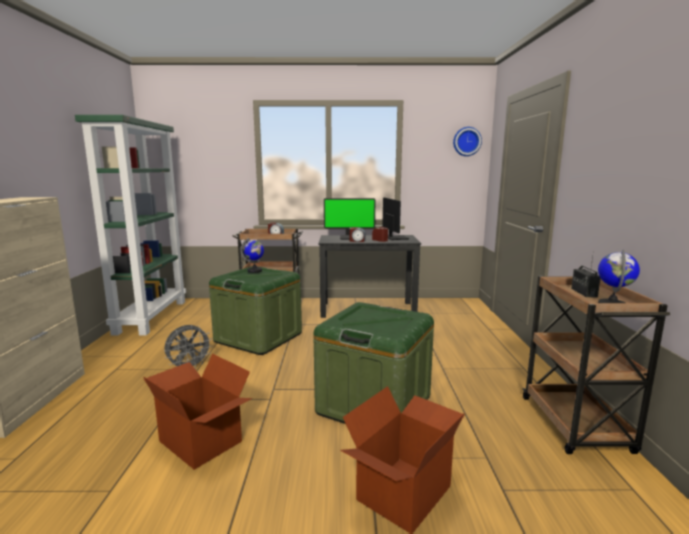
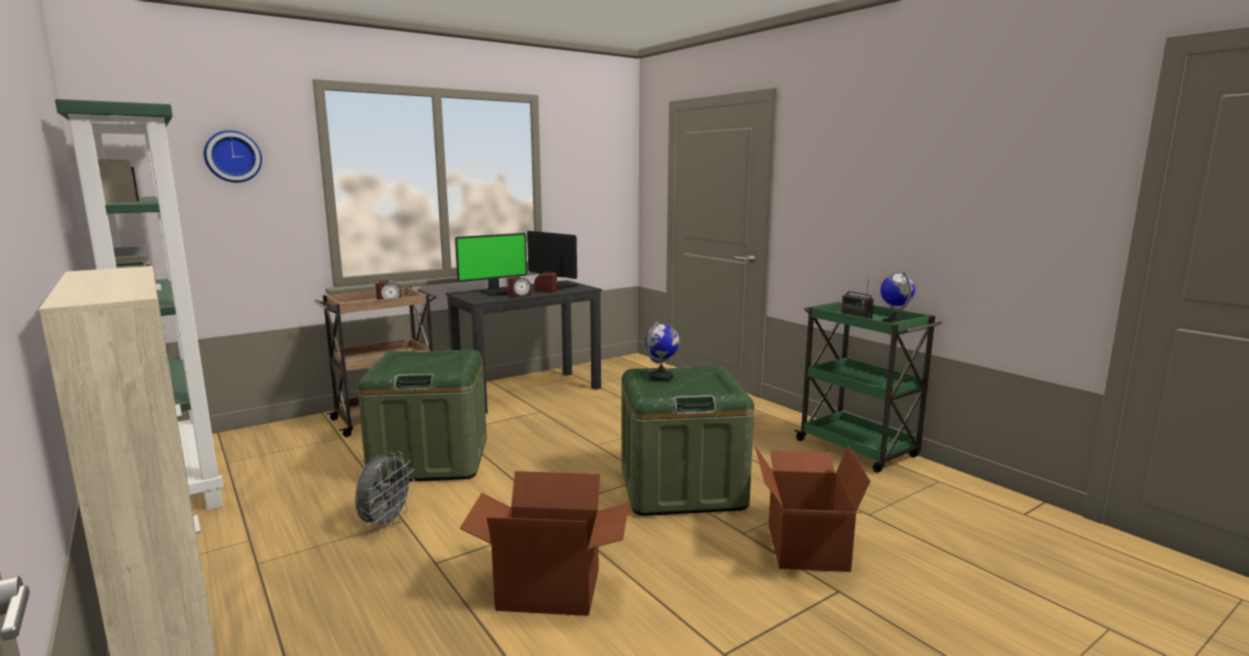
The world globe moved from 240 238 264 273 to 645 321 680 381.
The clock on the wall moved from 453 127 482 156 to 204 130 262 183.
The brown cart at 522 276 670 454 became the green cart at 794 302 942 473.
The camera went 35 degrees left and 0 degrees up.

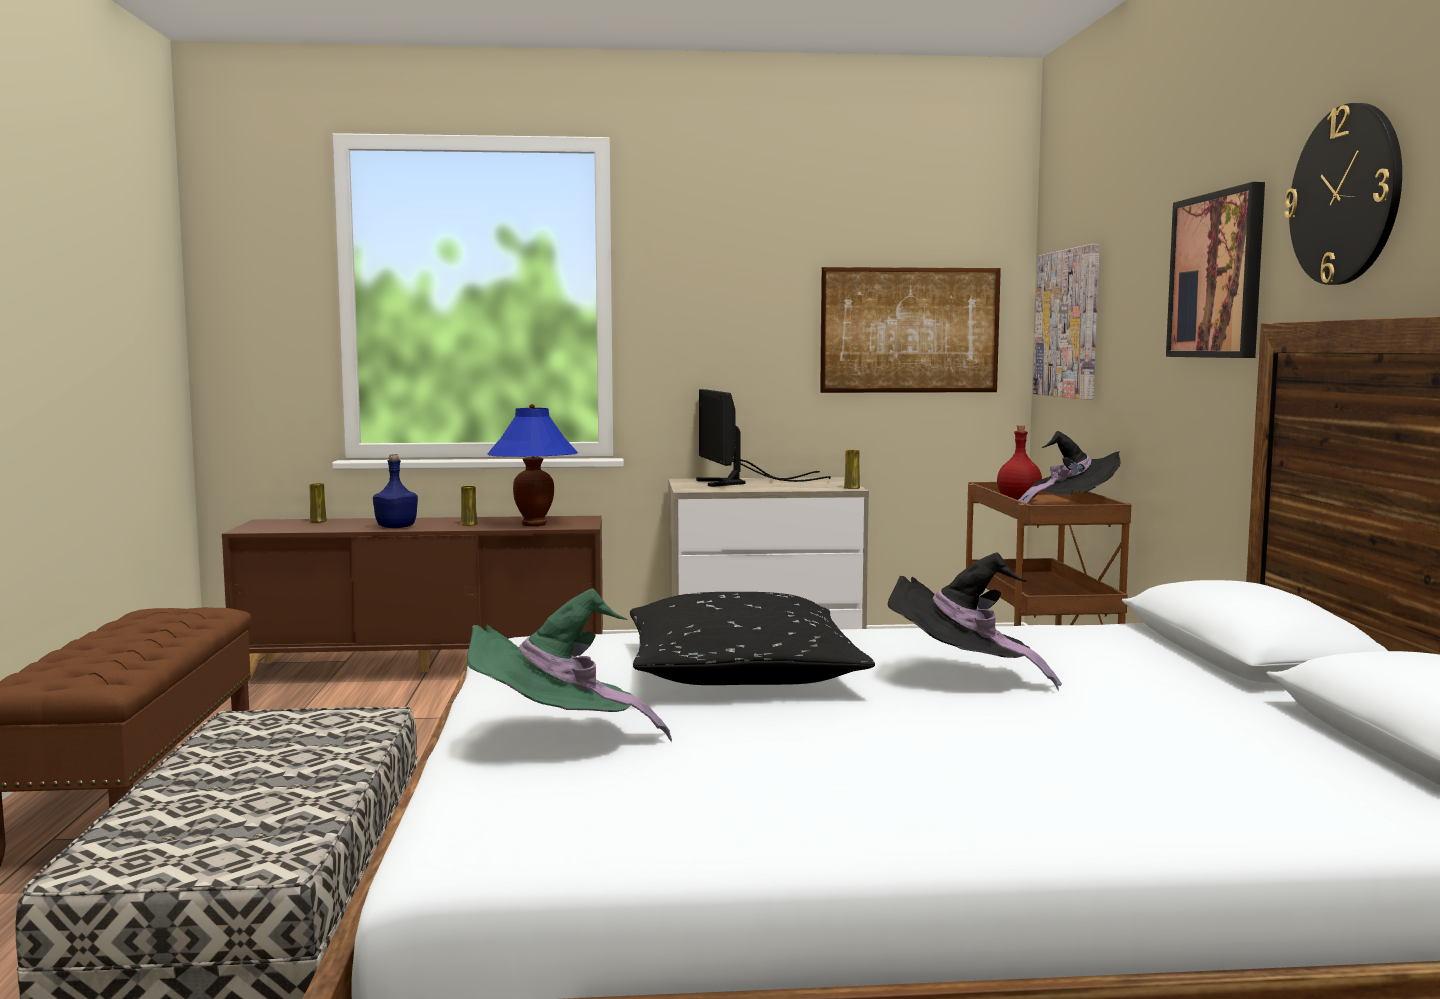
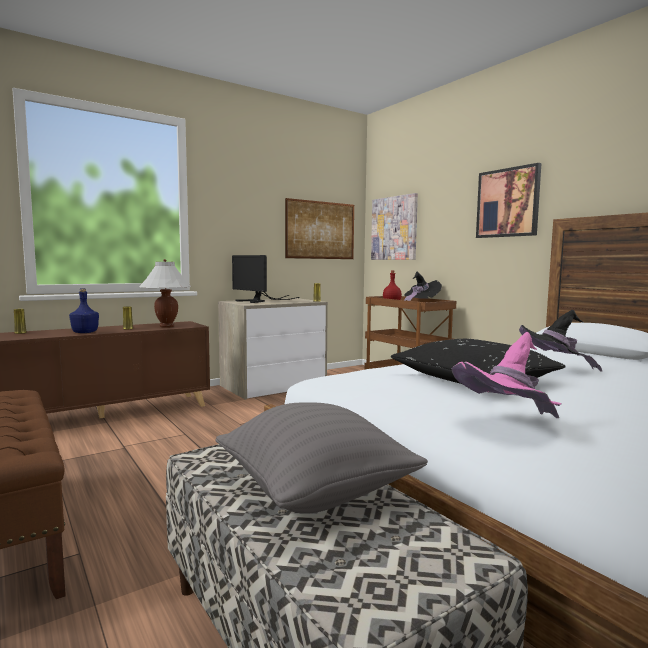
The clock on the wall at 1284 103 1402 285 disappeared.
The gray throw pillow at 216 402 428 514 appeared.
The green wearable hat at 467 588 672 742 became the pinkish wearable hat at 452 332 562 418.
The blue-coloured lamp for a table at 487 404 578 526 became the whitish lamp for a table at 139 259 192 328.
The camera went 30 degrees left and 0 degrees up.

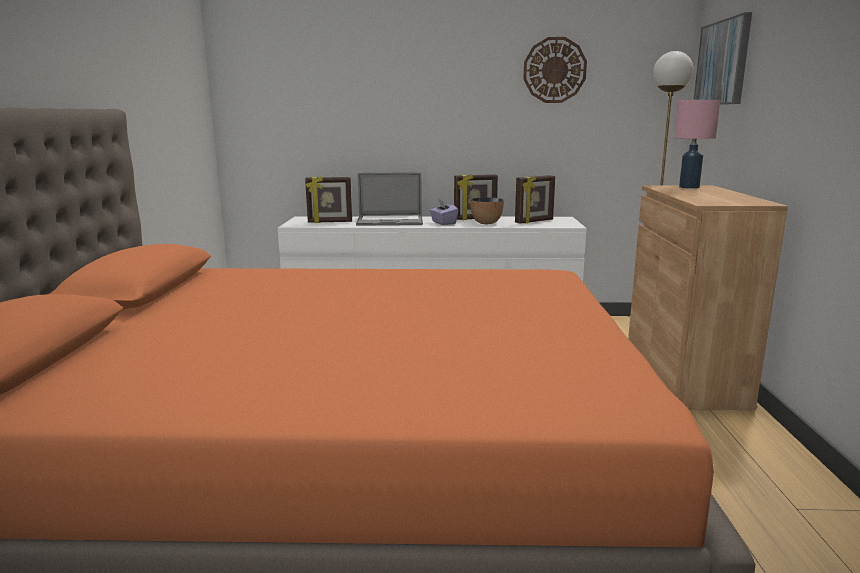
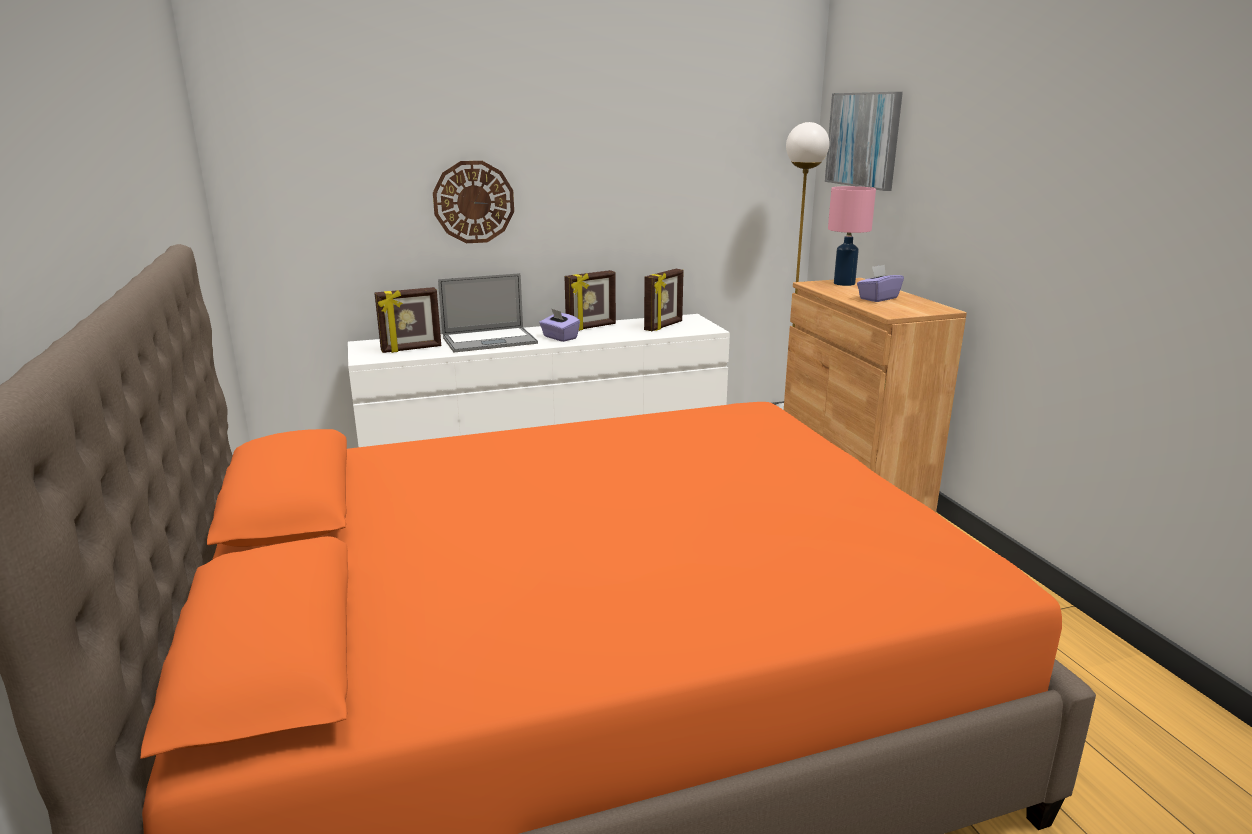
The deep dish at 470 198 504 224 disappeared.
The purple tissue box at 857 265 904 302 appeared.
The clock on the wall moved from 523 37 587 103 to 433 161 514 243.
The camera went 20 degrees left and 5 degrees up.

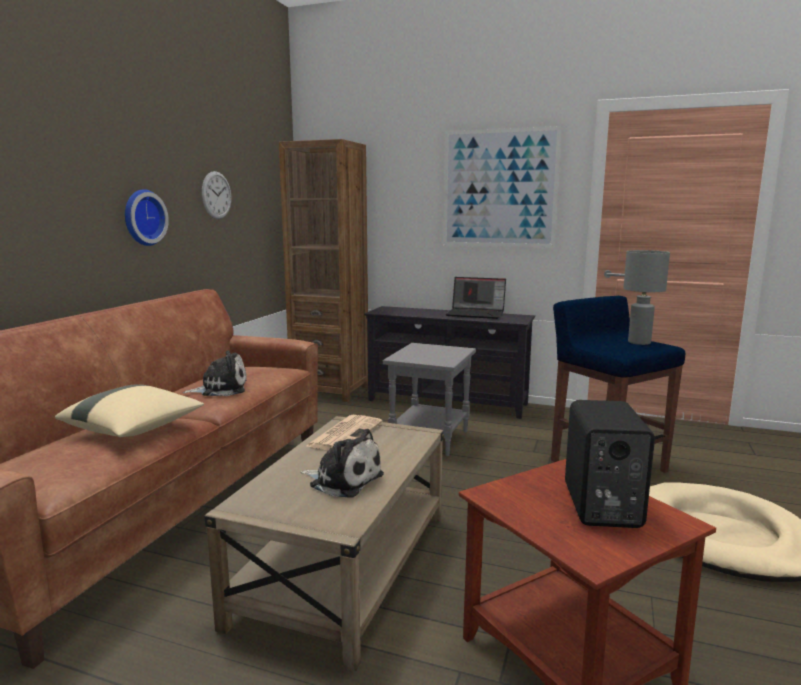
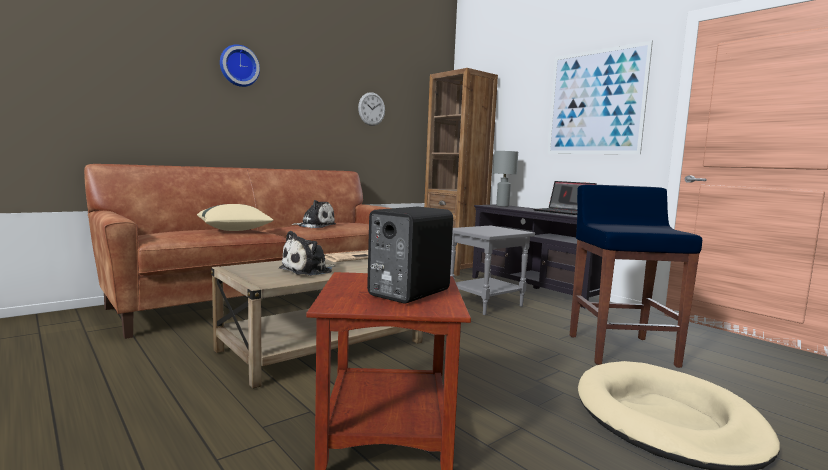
The clock on the wall moved from 125 189 169 246 to 220 44 260 87.
The gray lamp for a table moved from 623 250 670 345 to 493 151 518 207.
The cuddly toy at 301 429 384 498 turned 75 degrees clockwise.
The camera went 30 degrees right and 5 degrees down.

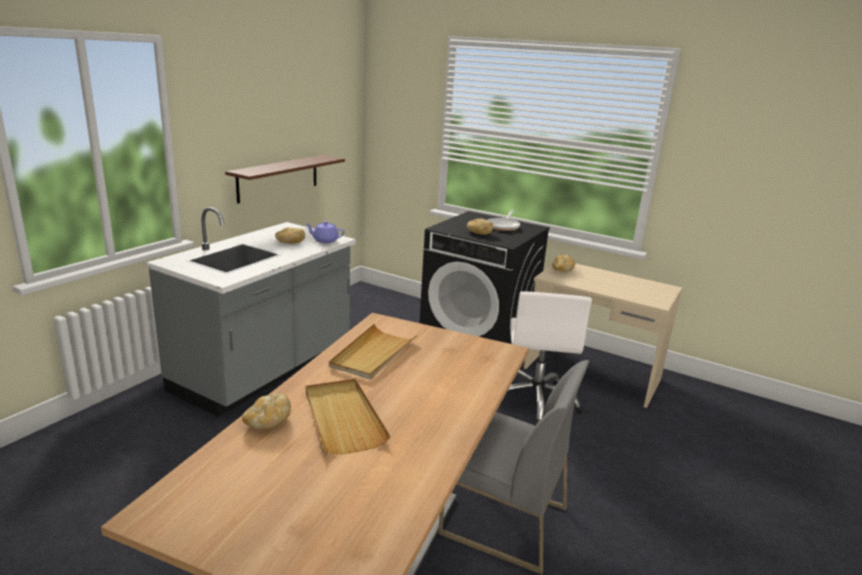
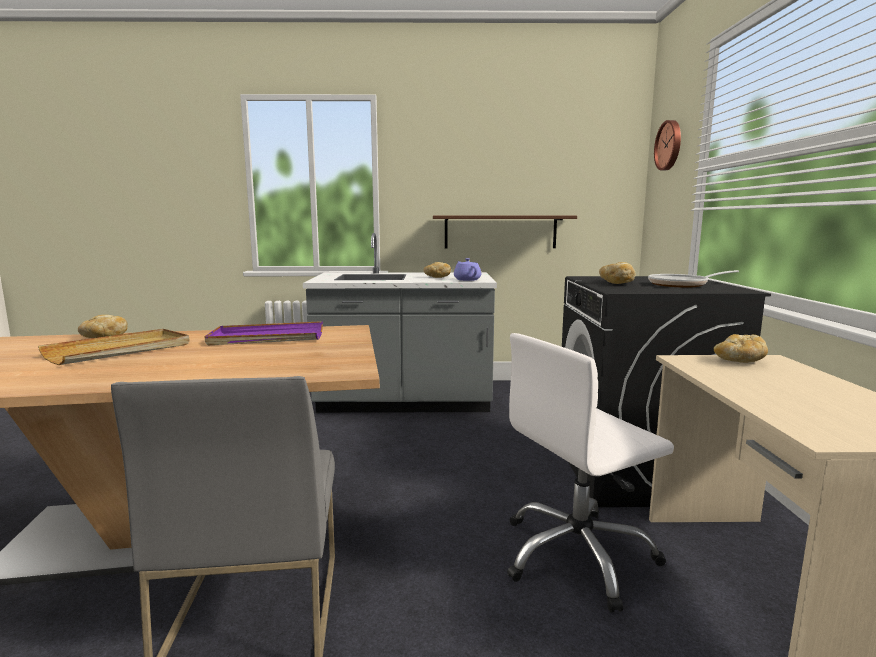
The clock on the wall at 654 120 681 170 appeared.
The sand-coloured tray at 329 323 417 380 became the purple tray at 204 321 323 345.
The camera went 60 degrees right and 10 degrees down.

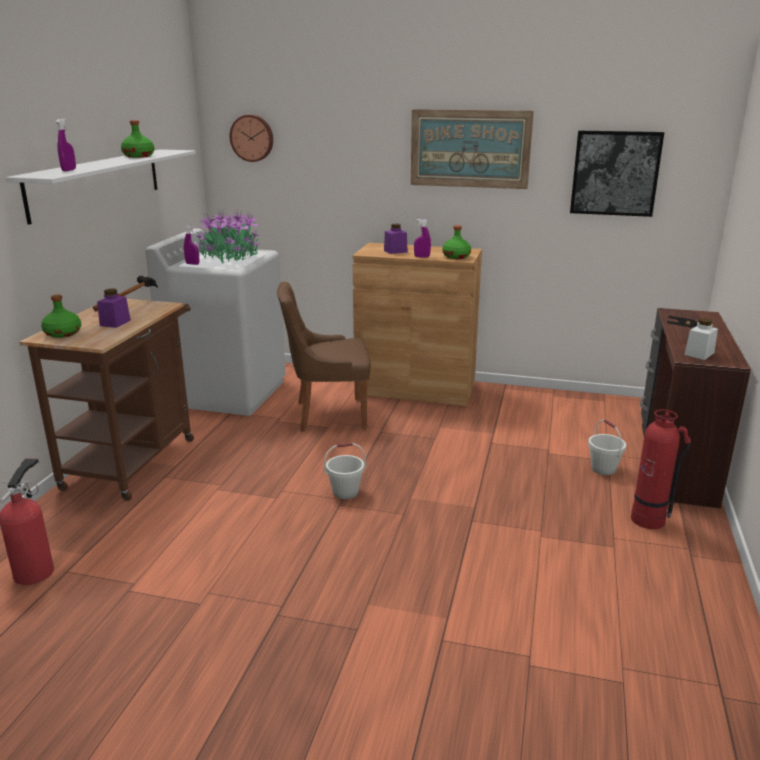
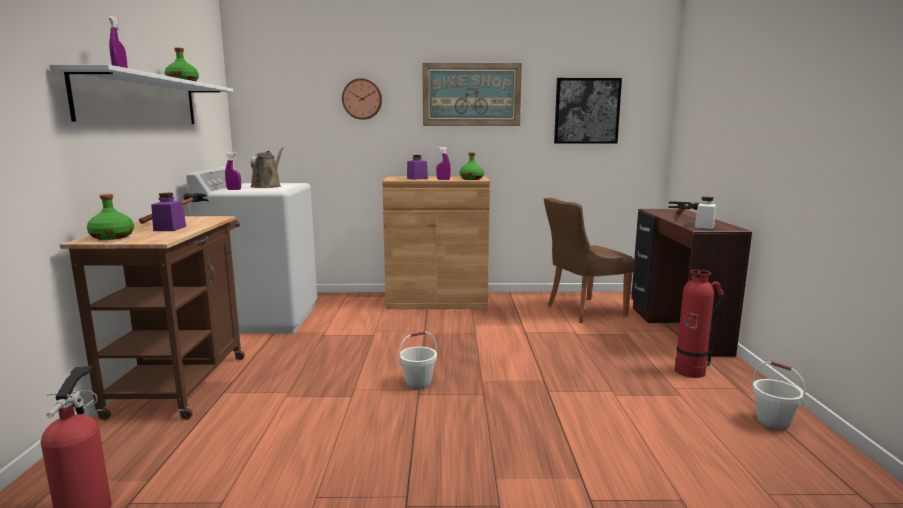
The clock on the wall moved from 230 114 273 162 to 342 78 382 120.
The brown chair moved from 277 282 371 432 to 544 198 635 323.
The whitish water bucket moved from 588 419 626 475 to 752 361 806 430.
The potted plant at 194 209 259 263 was replaced by the brown watering pot at 250 147 284 188.
The camera went 15 degrees left and 10 degrees down.

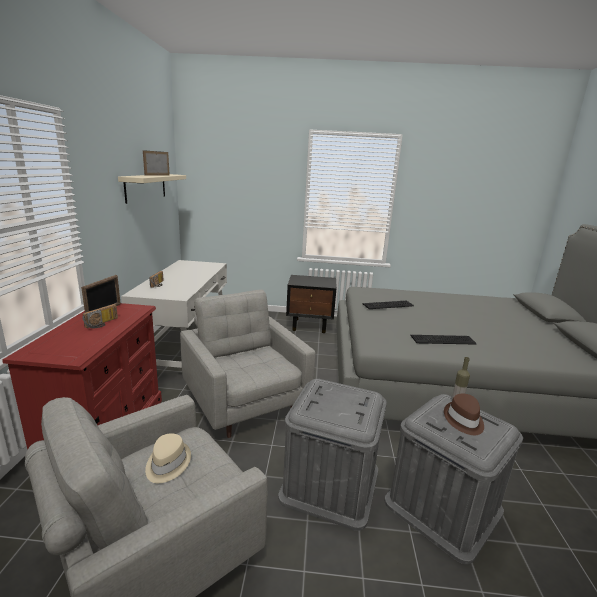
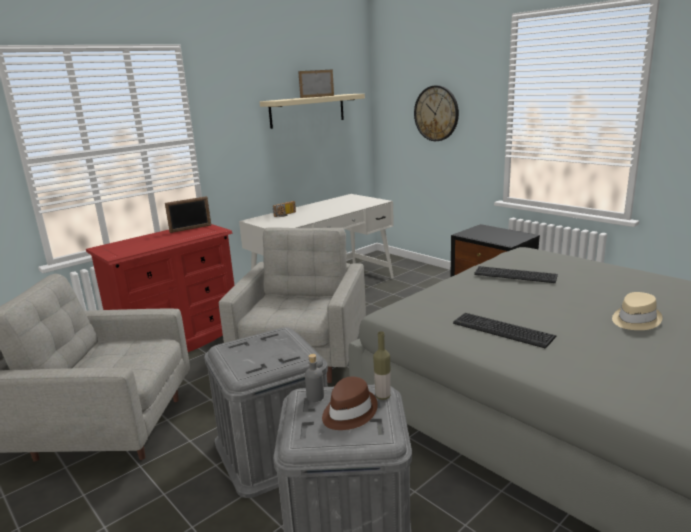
The radio set at 82 304 118 328 disappeared.
The gray drink bottle at 305 354 324 402 appeared.
The clock on the wall at 414 85 459 141 appeared.
The sand-coloured wearable hat moved from 145 433 191 483 to 612 292 663 330.
The camera went 45 degrees right and 0 degrees up.

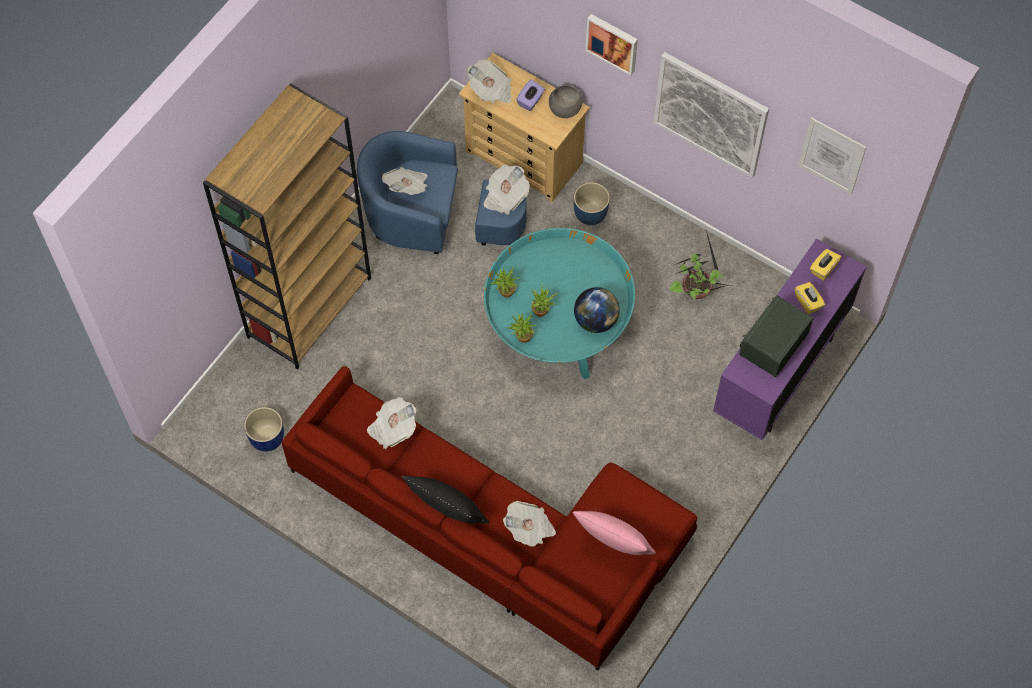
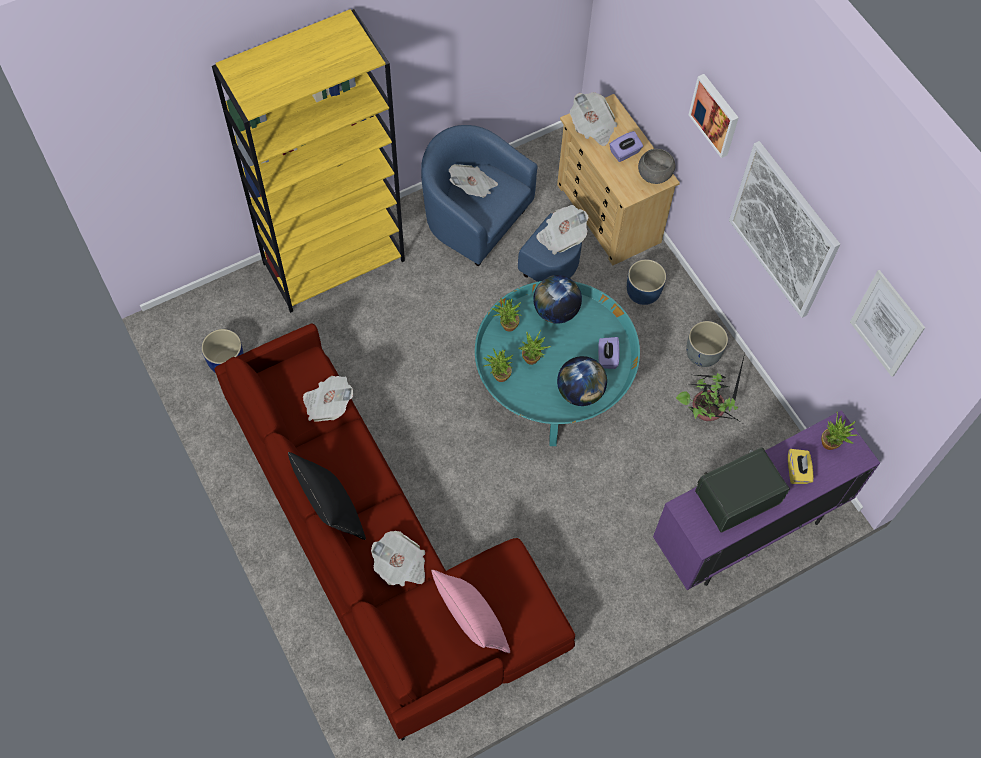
The world globe at 533 275 582 324 appeared.
The purple tissue box at 598 337 619 369 appeared.
The gray planter at 686 321 728 367 appeared.
The yellow tissue box at 810 249 842 281 was replaced by the potted plant at 821 412 857 450.
The brown shelving unit at 203 83 371 370 became the yellow shelving unit at 212 9 405 313.
The camera went 25 degrees right and 0 degrees up.

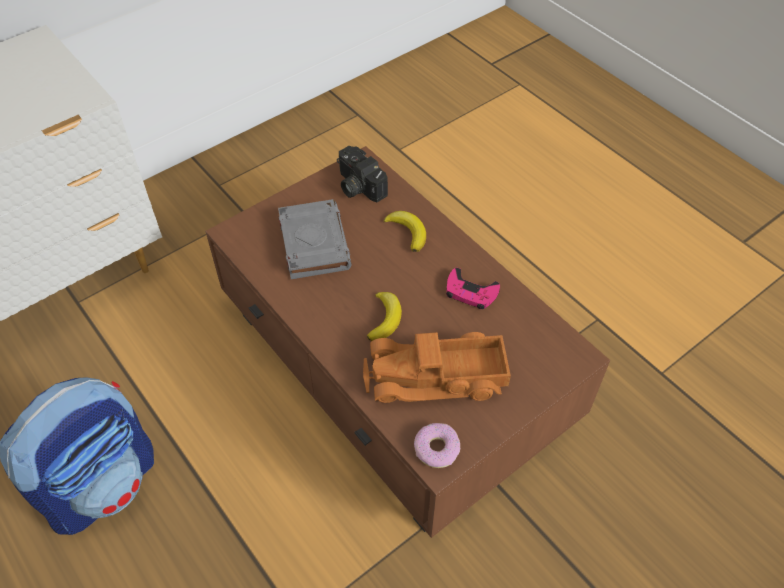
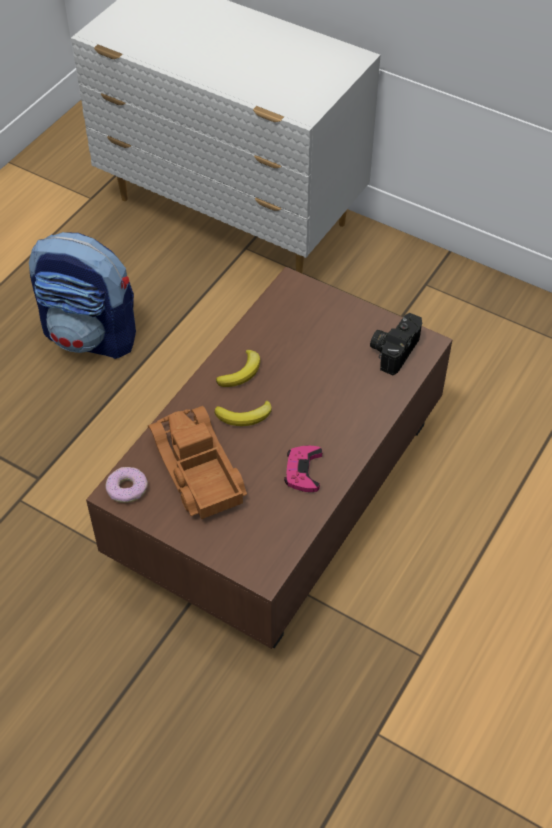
The gray volume at 278 199 352 279 disappeared.
The banana fruit moved from 384 211 426 252 to 216 350 260 387.
The camera went 70 degrees right and 0 degrees up.

